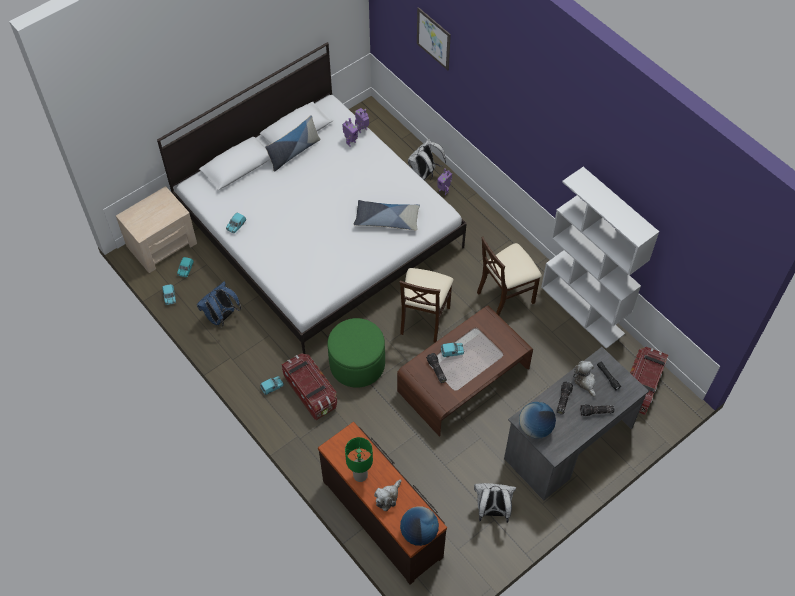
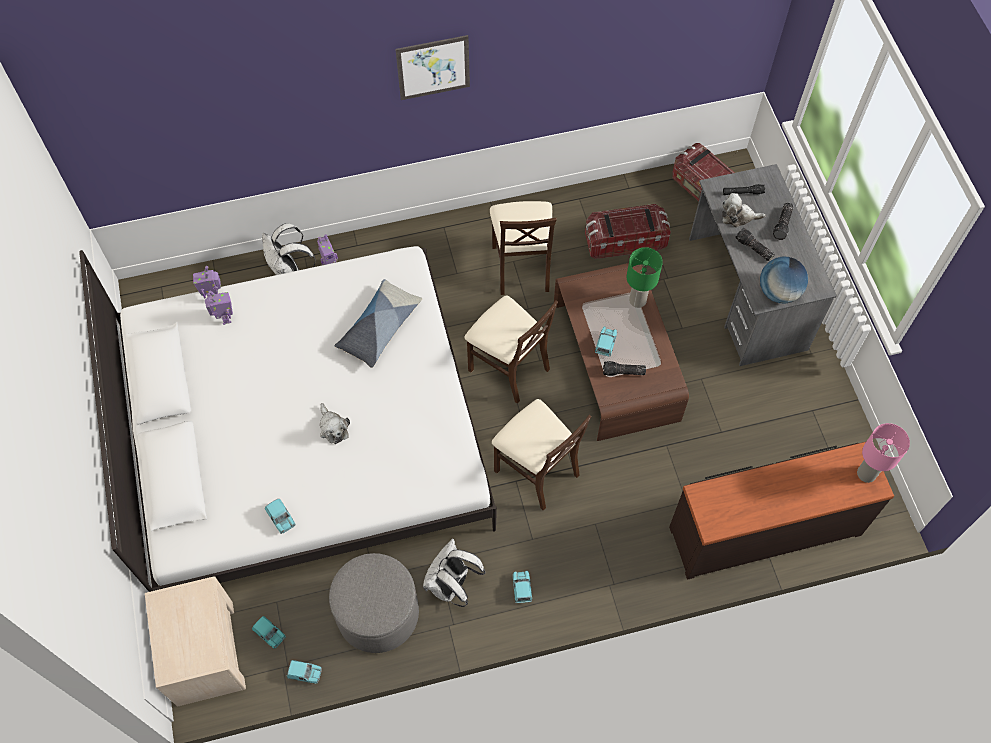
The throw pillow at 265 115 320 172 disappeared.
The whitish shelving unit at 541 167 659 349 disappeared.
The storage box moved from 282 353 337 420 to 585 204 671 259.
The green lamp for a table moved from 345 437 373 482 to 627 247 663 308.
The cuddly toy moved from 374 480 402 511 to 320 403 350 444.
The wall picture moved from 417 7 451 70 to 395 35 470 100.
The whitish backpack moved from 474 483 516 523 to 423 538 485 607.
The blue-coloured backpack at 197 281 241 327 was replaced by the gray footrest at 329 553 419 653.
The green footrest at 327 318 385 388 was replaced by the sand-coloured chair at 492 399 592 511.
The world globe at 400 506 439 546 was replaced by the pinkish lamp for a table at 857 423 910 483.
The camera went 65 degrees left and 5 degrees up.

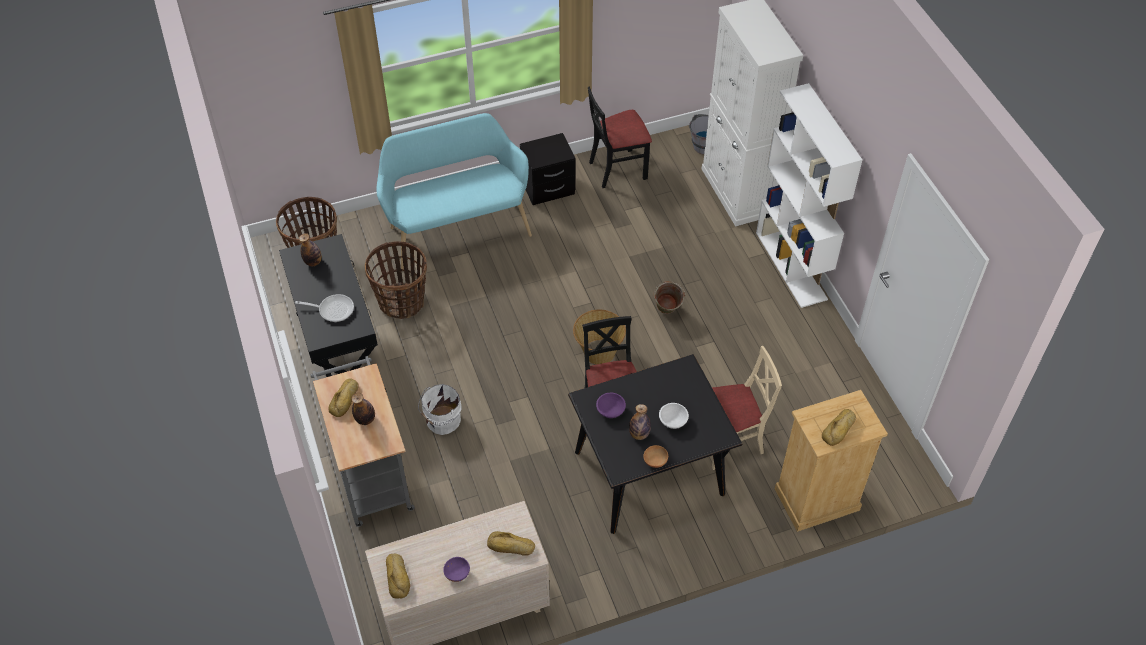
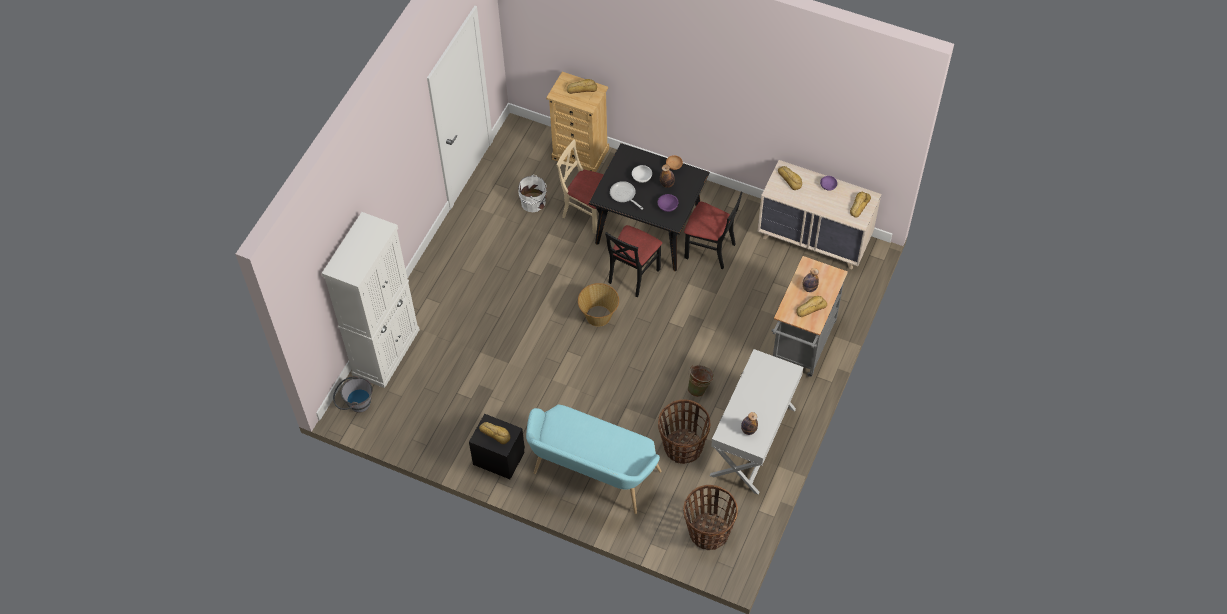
The whitish shelving unit at 756 83 862 308 disappeared.
The bread at 479 422 510 444 appeared.
The skillet moved from 295 294 354 322 to 610 181 643 210.
The whitish water bucket moved from 418 384 462 435 to 518 174 547 212.
The black chair moved from 588 86 652 188 to 684 192 743 269.
The green water bucket moved from 654 281 685 314 to 688 365 714 397.
The black narrow table at 279 234 387 392 became the whitish narrow table at 710 349 803 495.
The camera went 135 degrees left and 5 degrees up.

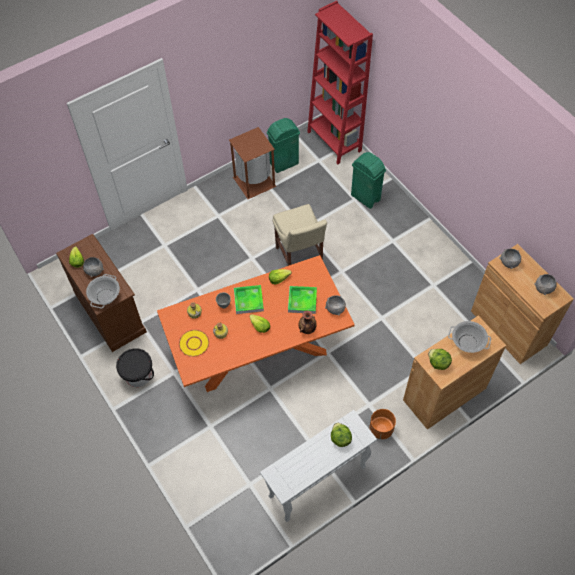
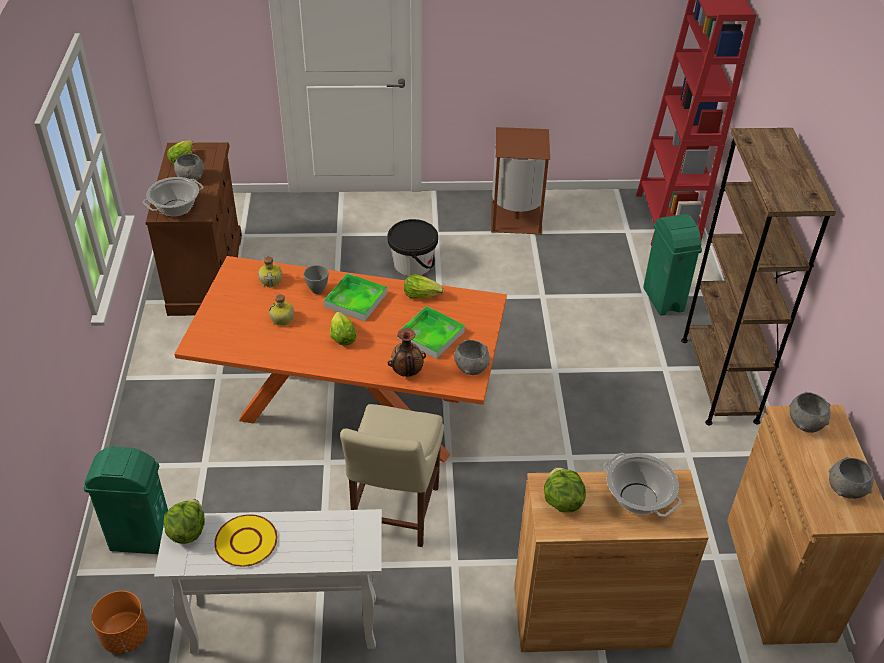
The brown shelving unit at 681 128 836 425 appeared.
The black water bucket moved from 116 348 154 387 to 387 219 438 276.
The yellow dinner plate moved from 179 330 209 357 to 214 514 277 567.
The green trash can moved from 267 118 300 173 to 84 447 168 554.
The sand-coloured chair moved from 272 204 327 266 to 340 404 444 547.
The head of lettuce moved from 331 422 352 447 to 164 499 205 544.
The orangey planter moved from 369 409 396 439 to 91 591 148 654.
The camera went 30 degrees right and 15 degrees down.

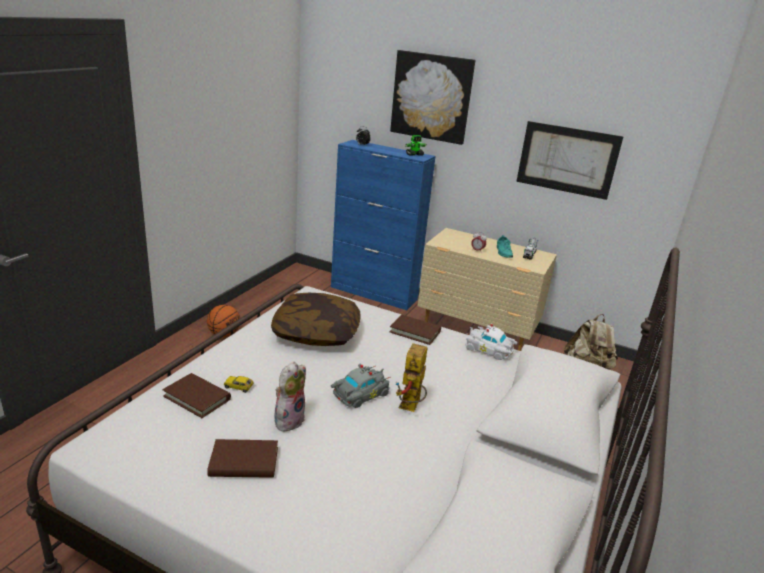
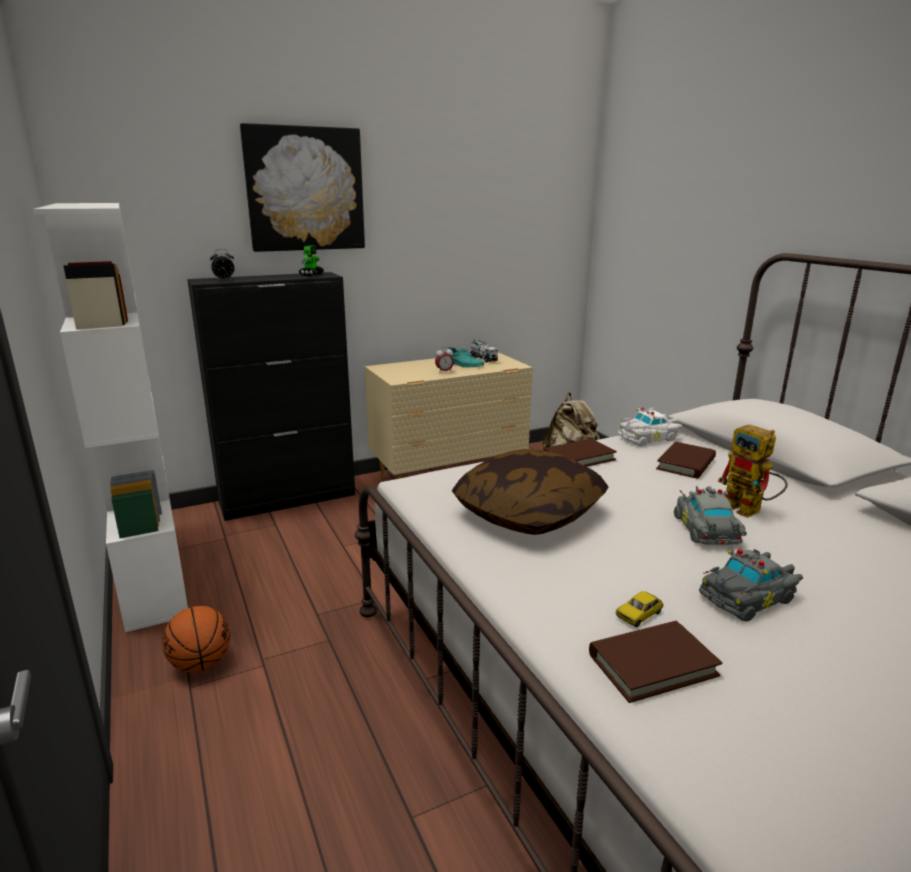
The wall picture at 516 121 623 200 disappeared.
The whitish shelving unit at 33 203 188 632 appeared.
The brown volume moved from 207 439 278 478 to 656 442 716 479.
The cuddly toy at 275 362 306 432 was replaced by the gray toy car at 699 549 803 622.
The blue-coloured cupboard at 331 140 436 310 became the black cupboard at 187 272 355 521.
The camera went 50 degrees left and 5 degrees down.

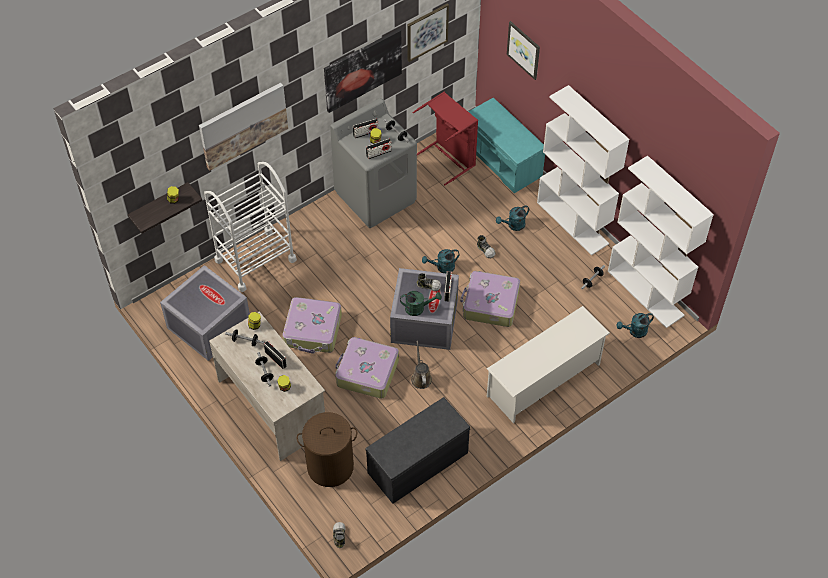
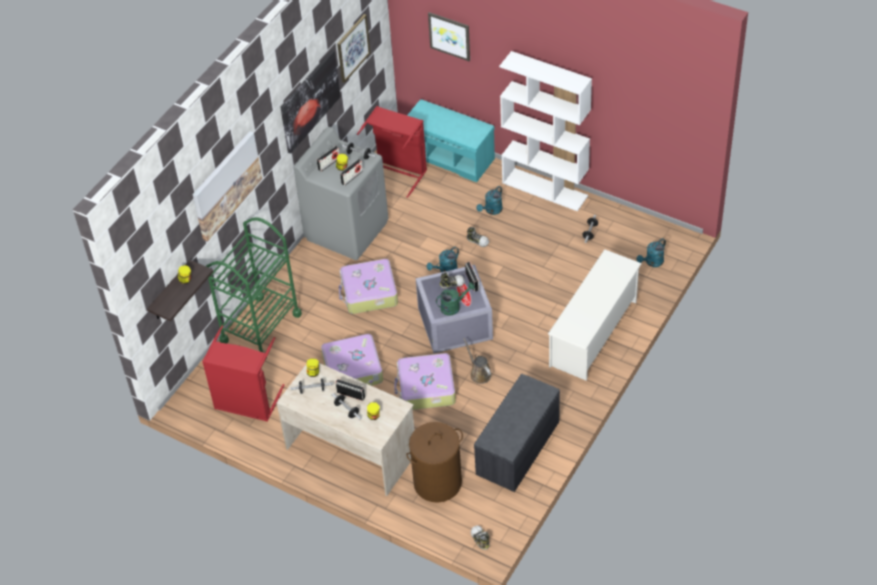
The whitish shelving unit at 608 156 714 328 disappeared.
The piece of luggage moved from 460 271 520 327 to 339 259 398 314.
The gray storage box at 160 265 250 361 was replaced by the red laundry basket at 202 325 284 422.
The whitish cart at 204 162 297 292 became the green cart at 206 217 302 360.
The camera went 20 degrees left and 5 degrees down.

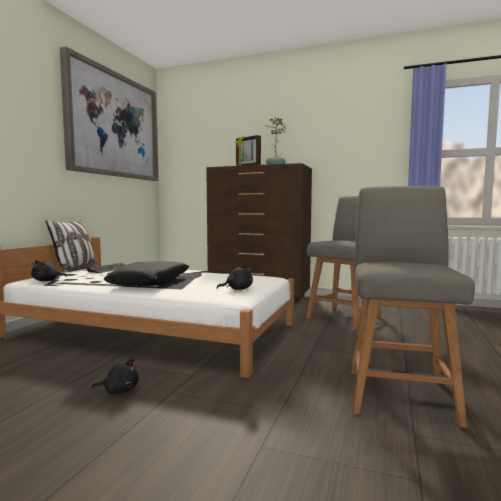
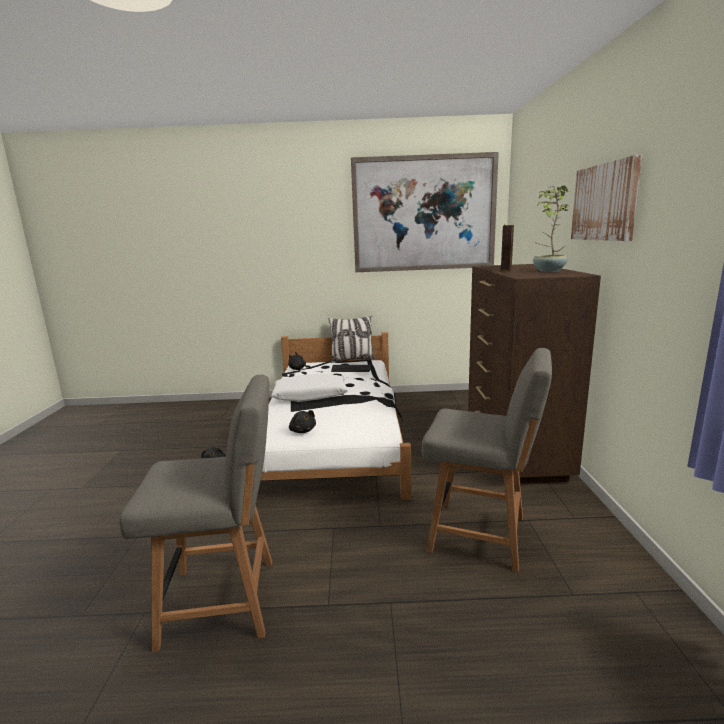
The wall picture at 571 155 643 241 appeared.
The black throw pillow at 104 261 189 286 became the whitish throw pillow at 271 374 348 402.
The camera went 70 degrees right and 10 degrees up.

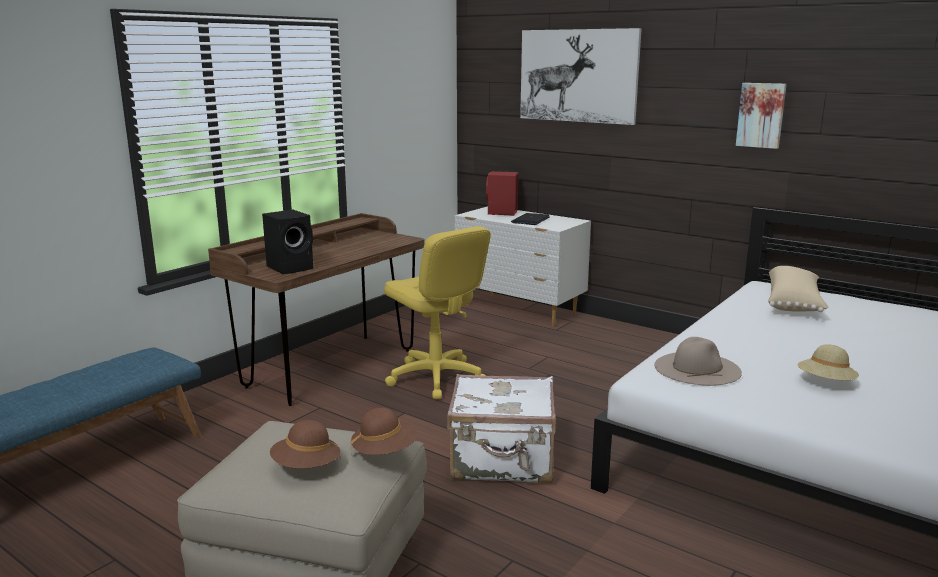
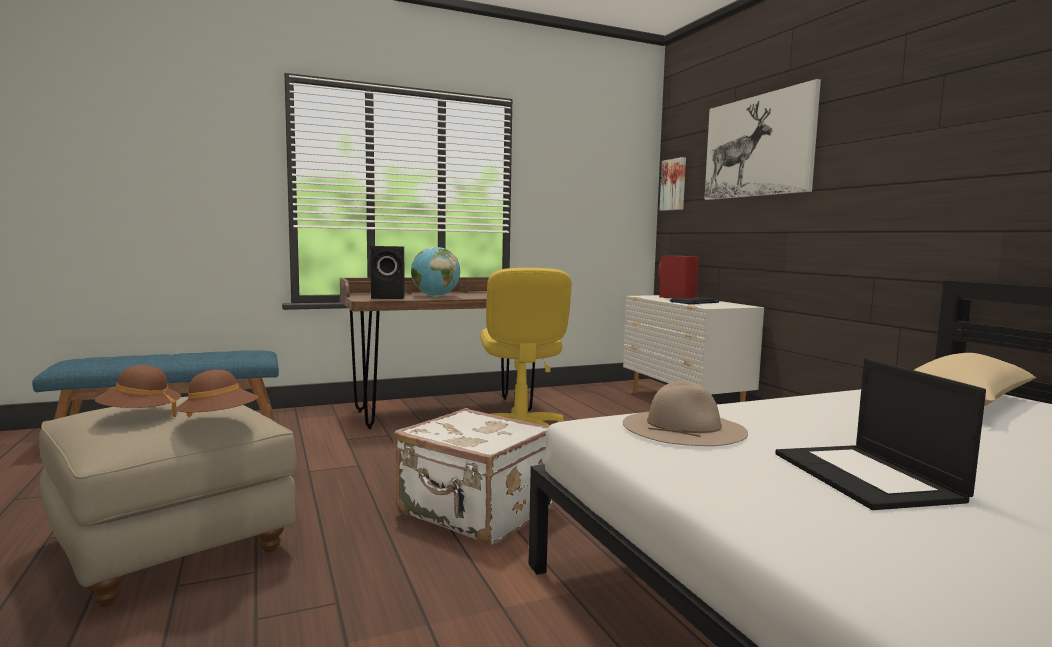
The world globe at 411 247 460 297 appeared.
The wall picture moved from 736 83 787 149 to 660 157 686 211.
The sand-coloured wearable hat at 798 344 859 380 was replaced by the laptop at 775 359 986 510.
The camera went 30 degrees right and 10 degrees down.

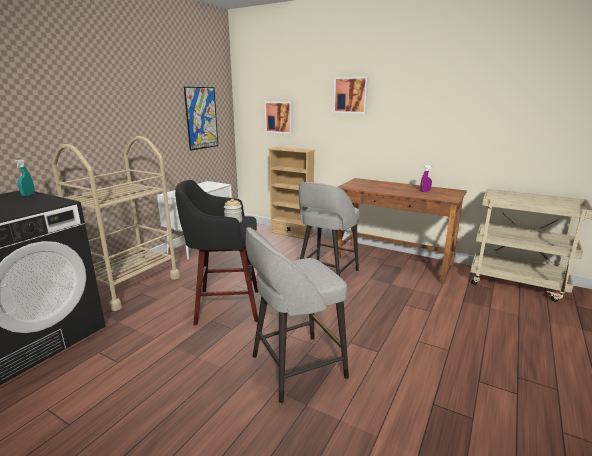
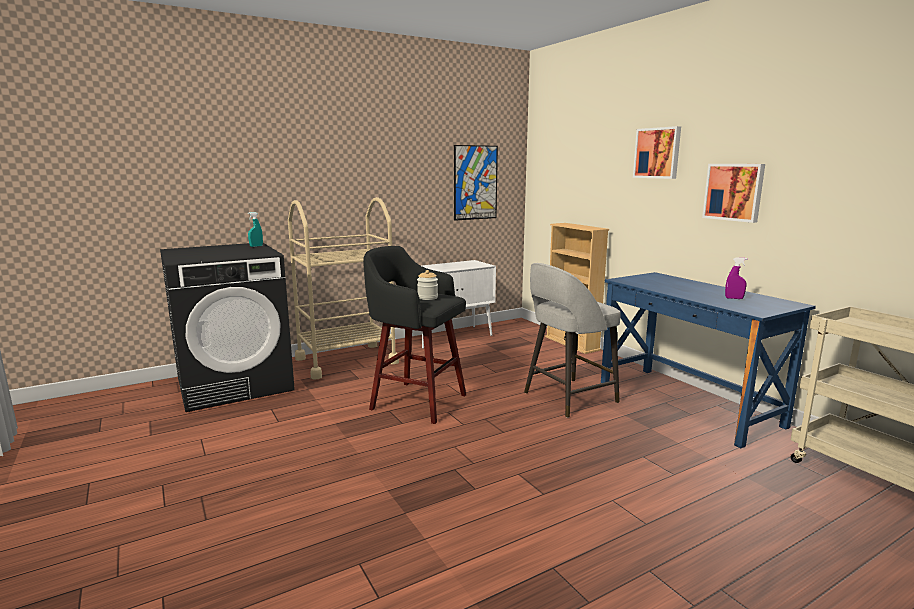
The gray stool at 246 227 349 403 disappeared.
The wall picture moved from 265 102 293 134 to 702 164 765 223.
The brown desk table at 337 178 467 283 became the blue-coloured desk table at 601 272 816 448.
The camera went 30 degrees right and 5 degrees down.

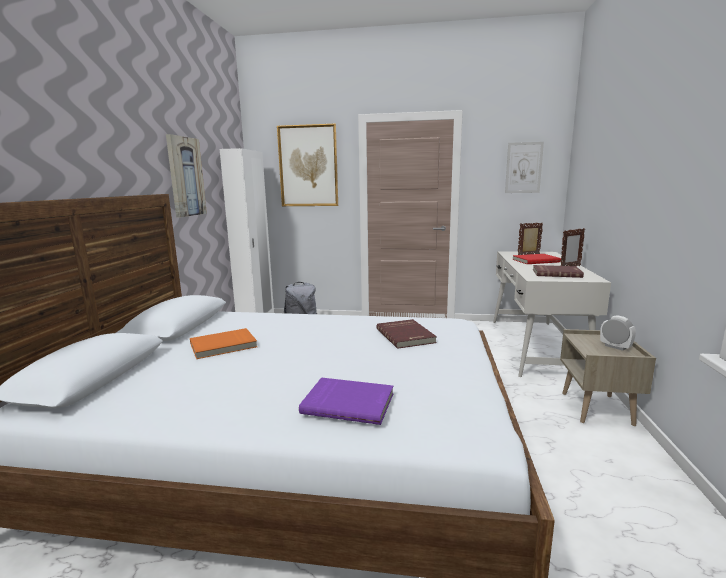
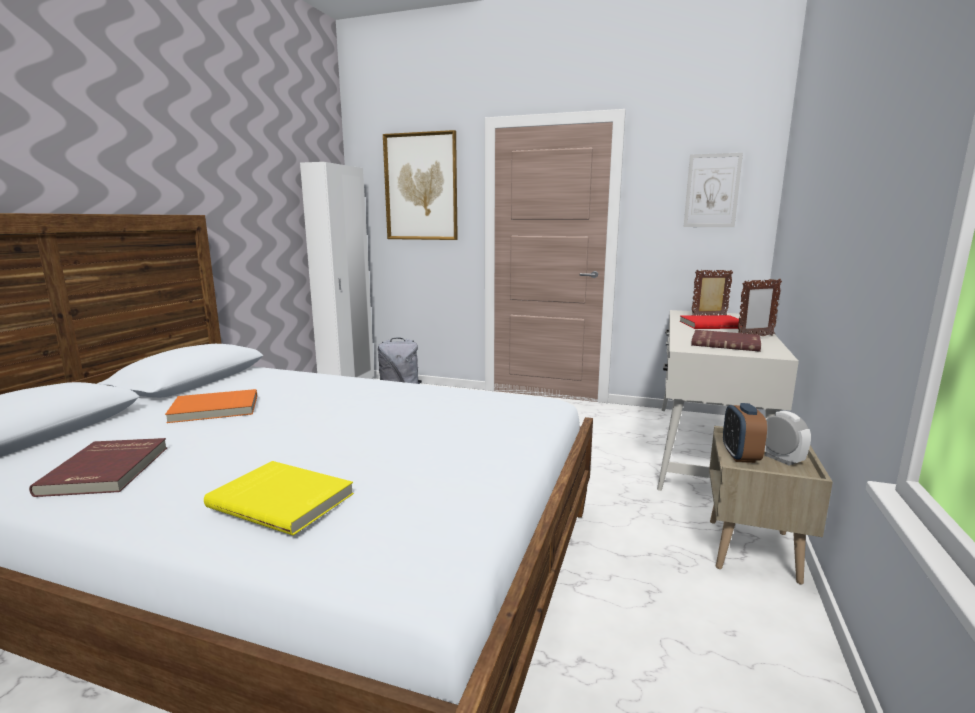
The wall picture at 166 134 207 218 disappeared.
The alarm clock at 723 403 767 463 appeared.
The red volume moved from 376 319 437 349 to 29 438 167 497.
The purple volume at 299 377 393 425 became the yellow volume at 204 461 354 535.
The camera went 10 degrees right and 0 degrees up.

